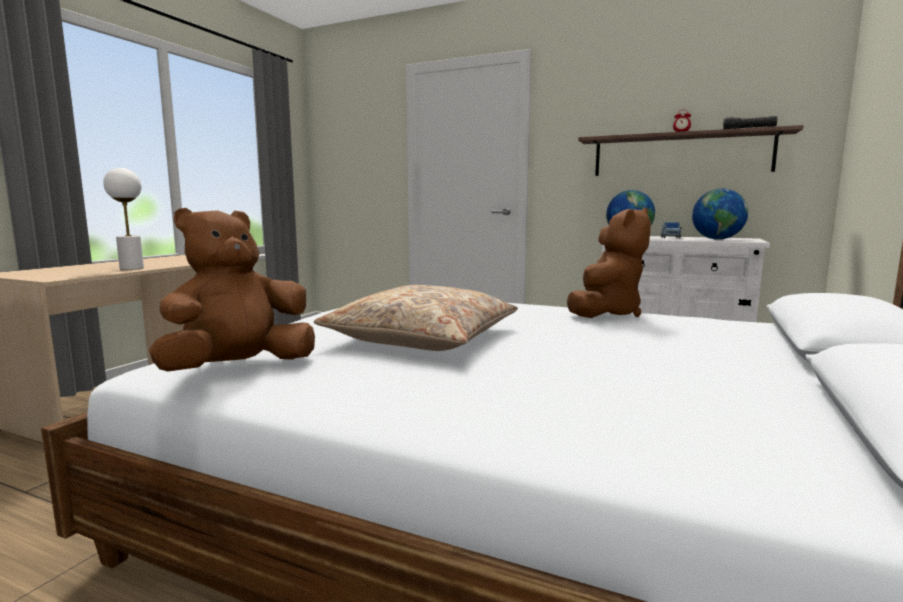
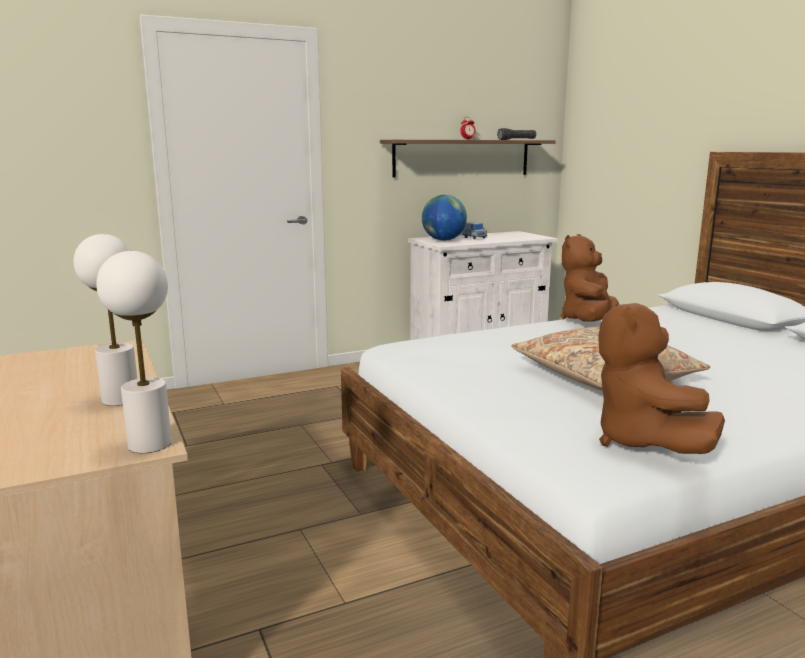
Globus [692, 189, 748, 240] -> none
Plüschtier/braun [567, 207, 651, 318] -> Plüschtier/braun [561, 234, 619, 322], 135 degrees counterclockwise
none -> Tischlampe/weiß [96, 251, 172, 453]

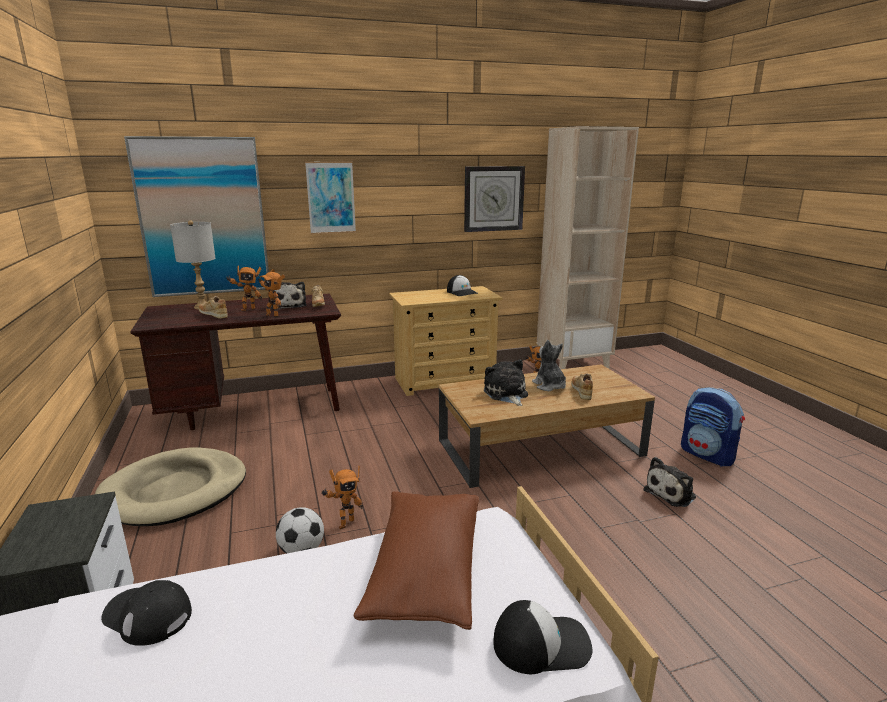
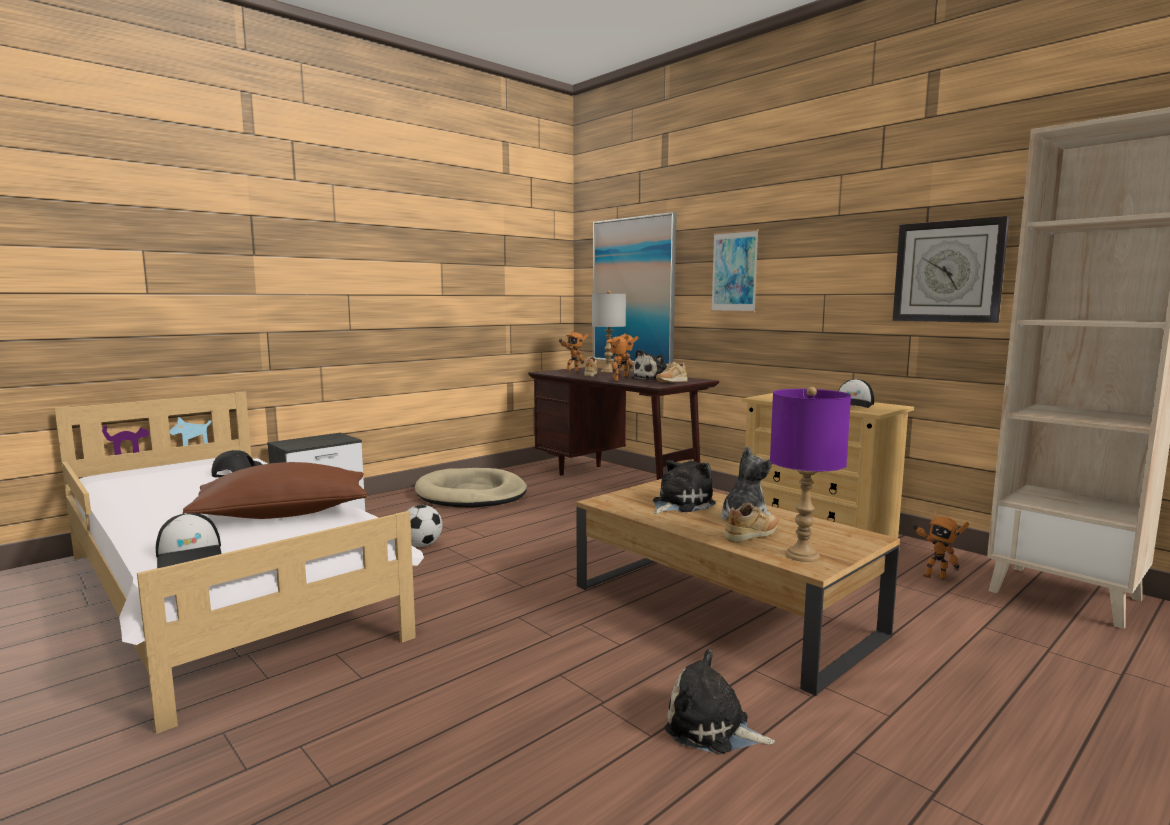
Rucksack [681, 387, 745, 466] -> none
Spielzeugroboter [321, 465, 363, 529] -> Spielzeugroboter [558, 331, 589, 372], moved
none -> Tischlampe/lila [770, 387, 851, 562]

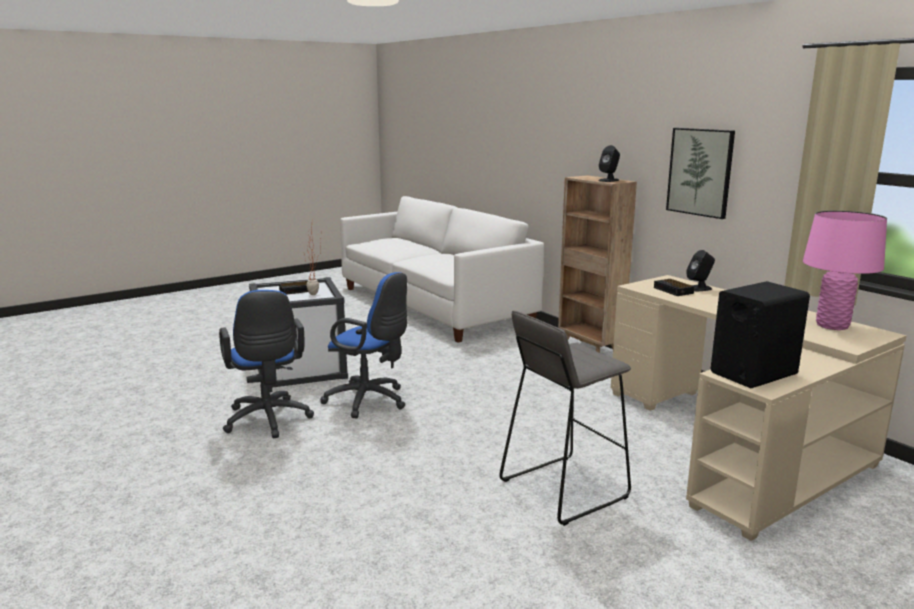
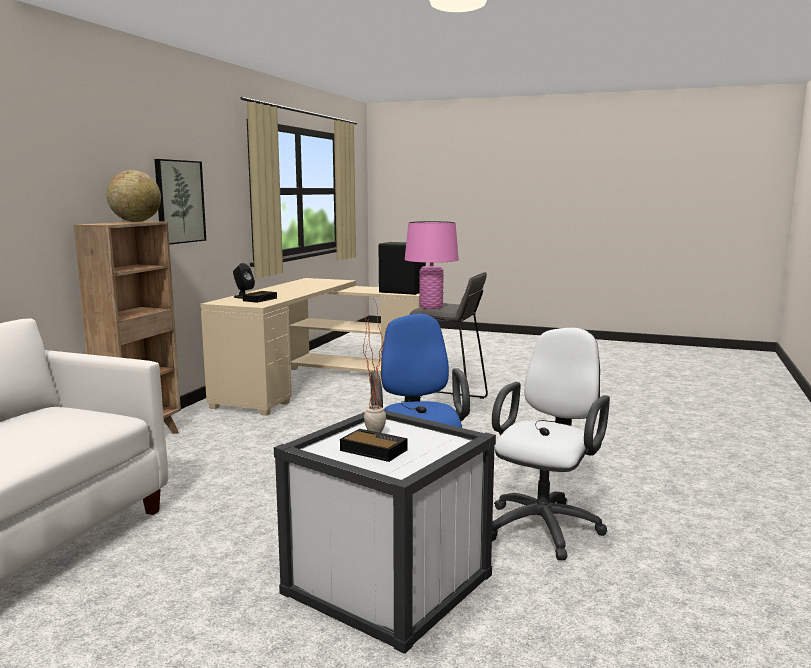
Lautsprecher/schwarz [599, 145, 620, 182] -> Globus [106, 170, 161, 222]
Tischlampe/rosa [803, 211, 887, 330] -> Tischlampe/rosa [405, 221, 459, 309], moved
Bürostuhl/blau [219, 290, 314, 438] -> Bürostuhl/weiß [492, 328, 610, 560]

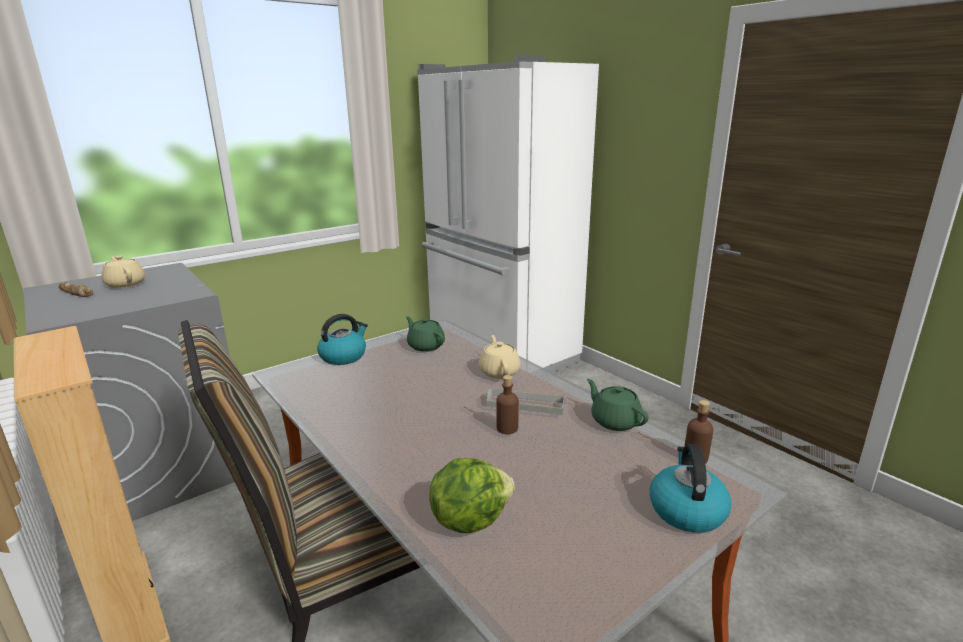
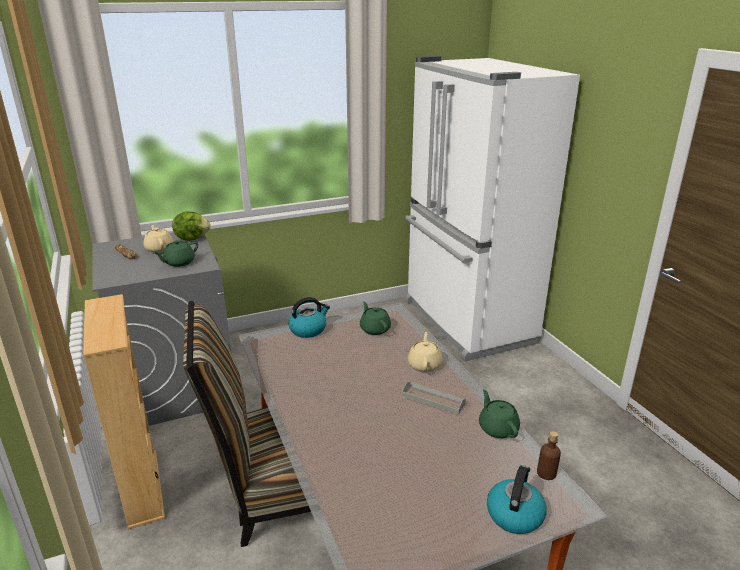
Flasche/braun [496, 375, 519, 434] -> none
Salatkopf [429, 458, 515, 533] -> Salatkopf [172, 211, 211, 241], moved
none -> Teekanne/grün [154, 240, 198, 267]

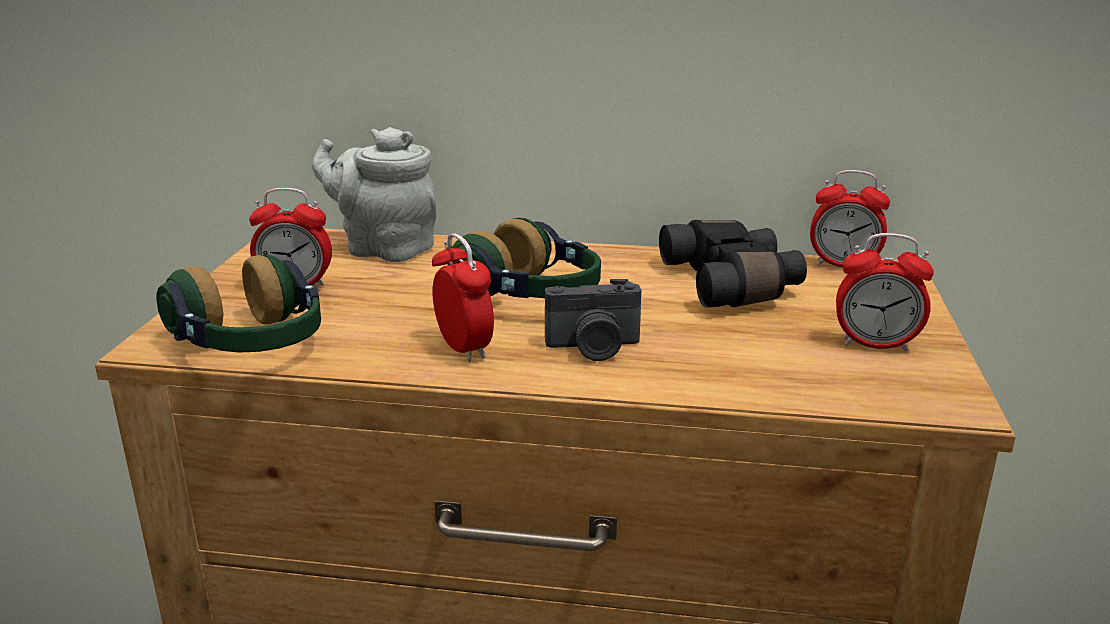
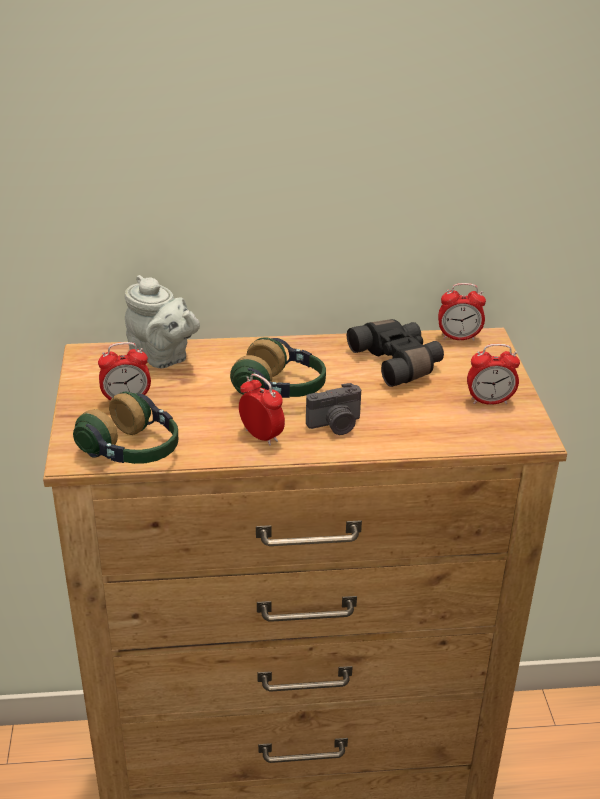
Teekanne/grau [312, 127, 437, 262] -> Teekanne/grau [125, 275, 200, 368], 150 degrees counterclockwise

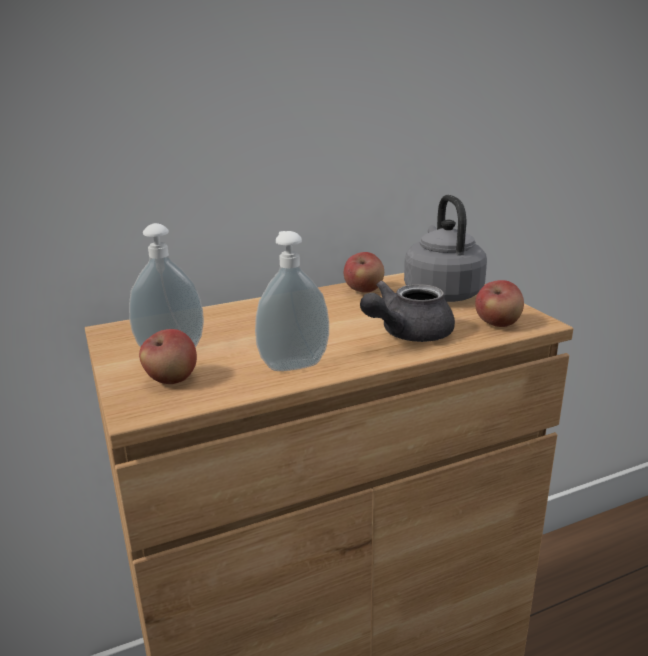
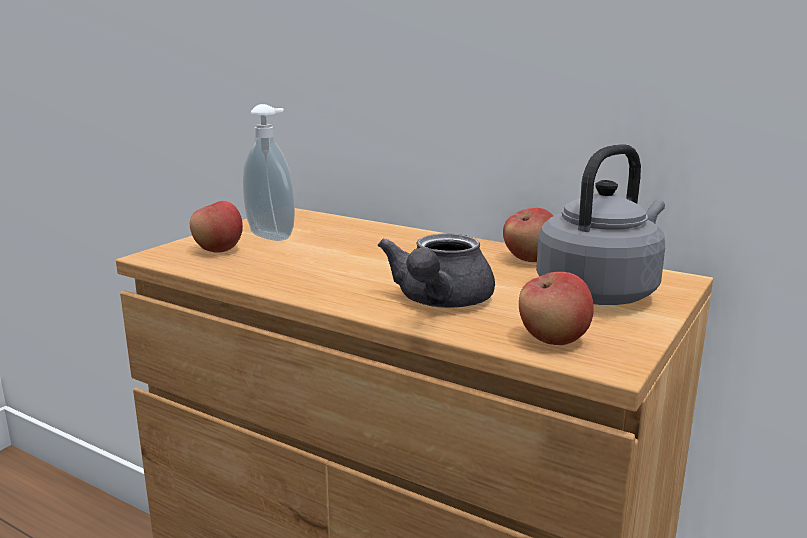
Seifenspender [255, 231, 329, 371] -> none
Teekanne/grau [360, 281, 455, 342] -> Teekanne/grau [378, 234, 495, 308], 90 degrees counterclockwise

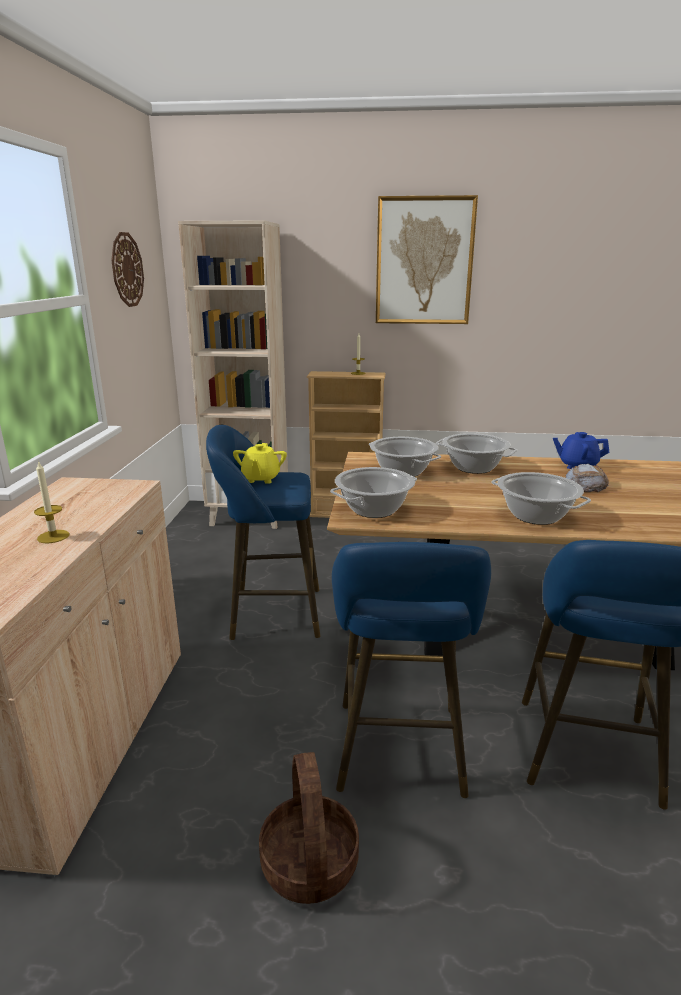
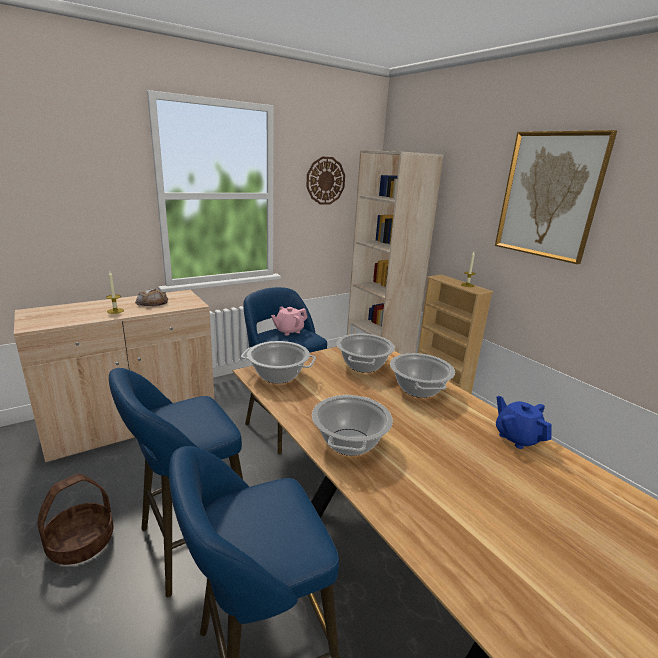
Teekanne/gelb [233, 443, 287, 484] -> Teekanne/rosa [271, 307, 308, 336]
Brot [565, 464, 609, 492] -> Brot [135, 288, 168, 307], moved

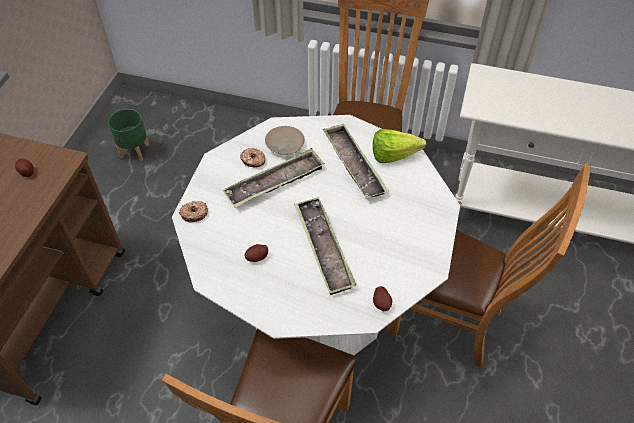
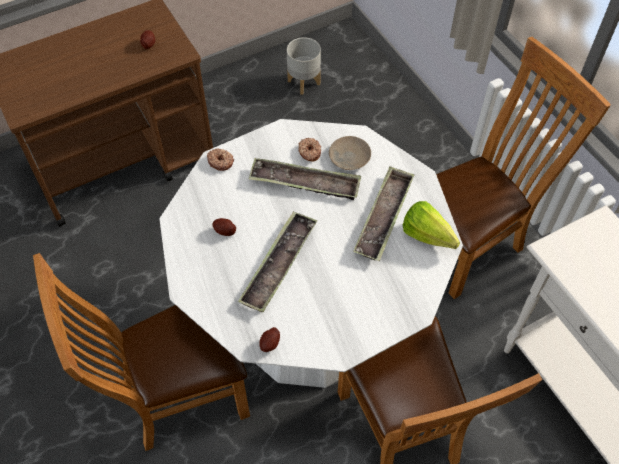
Pflanzkübel/grün [108, 109, 149, 161] -> Pflanzkübel/grau [287, 37, 321, 95]

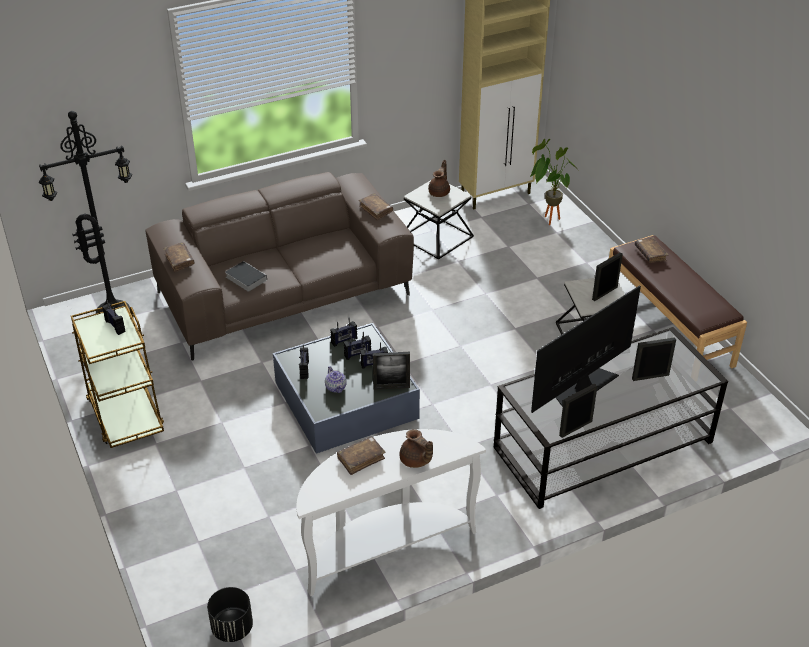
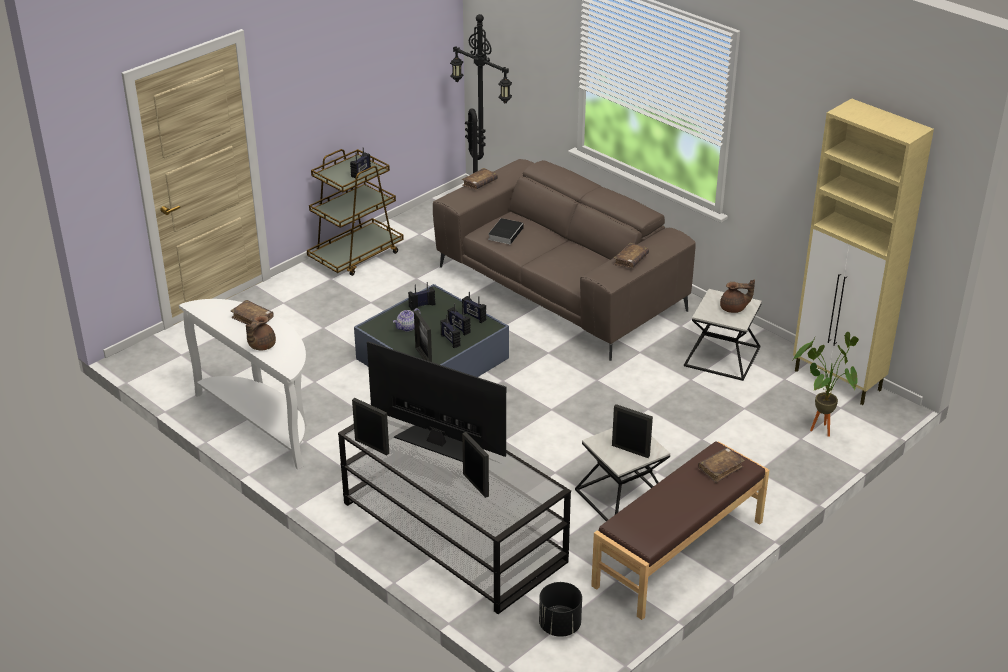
Pflanzkübel/schwarz [207, 587, 253, 642] -> Pflanzkübel/schwarz [539, 582, 582, 637], moved

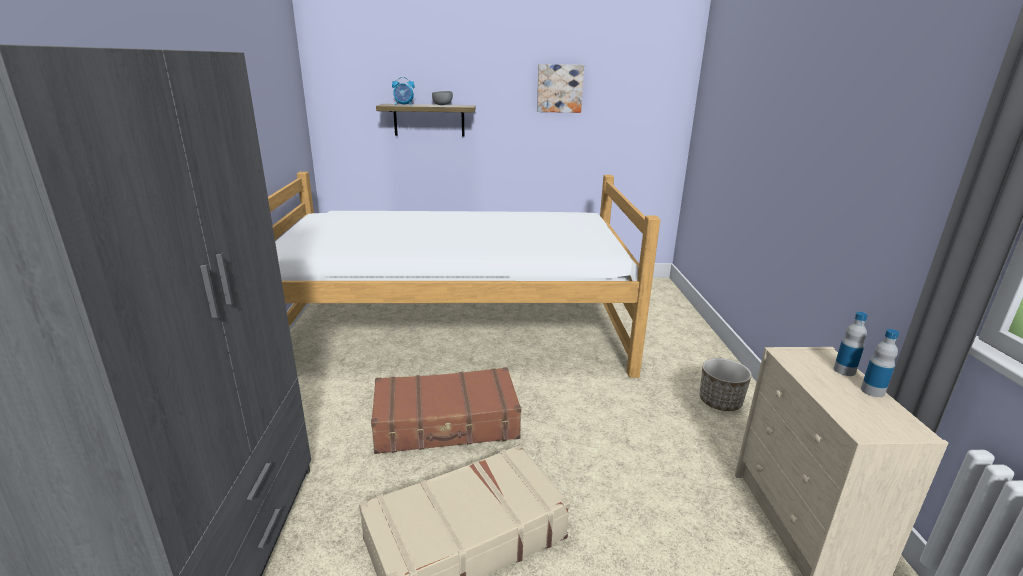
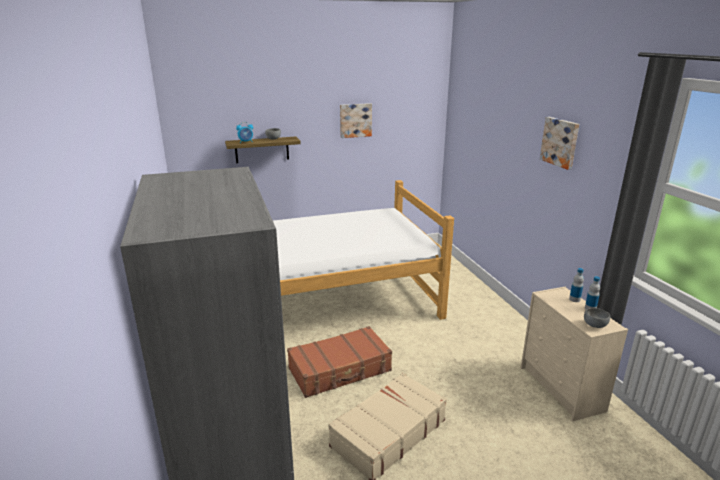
Pflanzkübel [700, 358, 752, 411] -> none
none -> Bild [540, 117, 579, 170]
none -> Schüssel/grau [584, 308, 610, 328]

